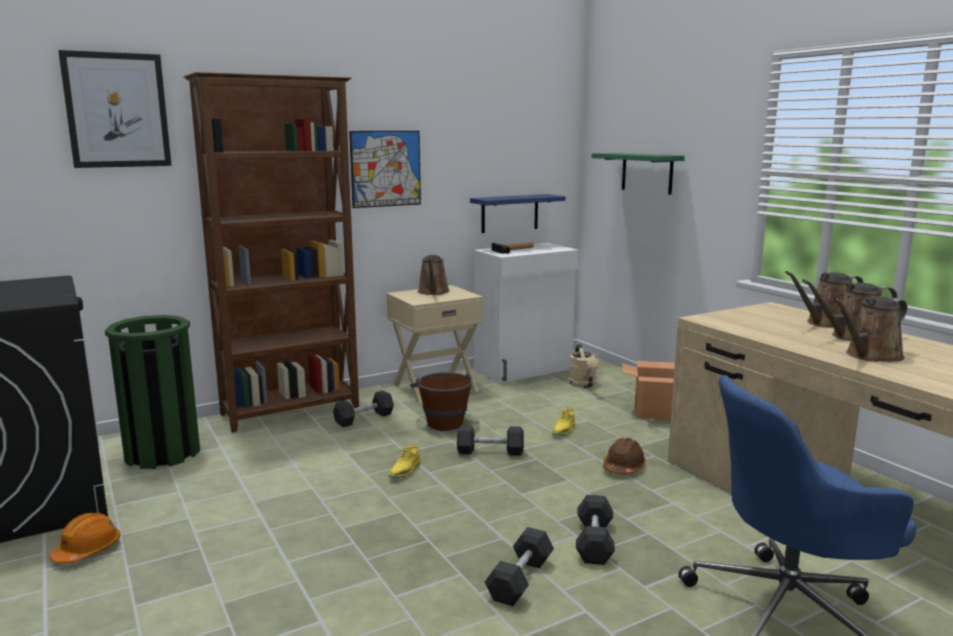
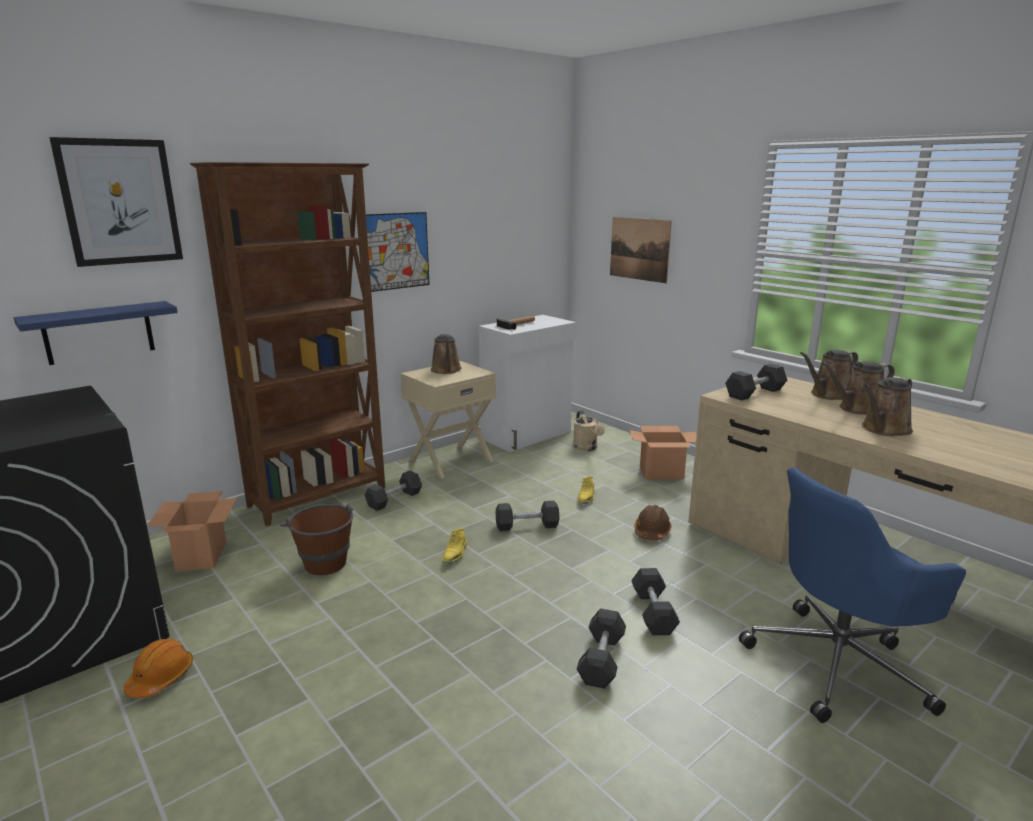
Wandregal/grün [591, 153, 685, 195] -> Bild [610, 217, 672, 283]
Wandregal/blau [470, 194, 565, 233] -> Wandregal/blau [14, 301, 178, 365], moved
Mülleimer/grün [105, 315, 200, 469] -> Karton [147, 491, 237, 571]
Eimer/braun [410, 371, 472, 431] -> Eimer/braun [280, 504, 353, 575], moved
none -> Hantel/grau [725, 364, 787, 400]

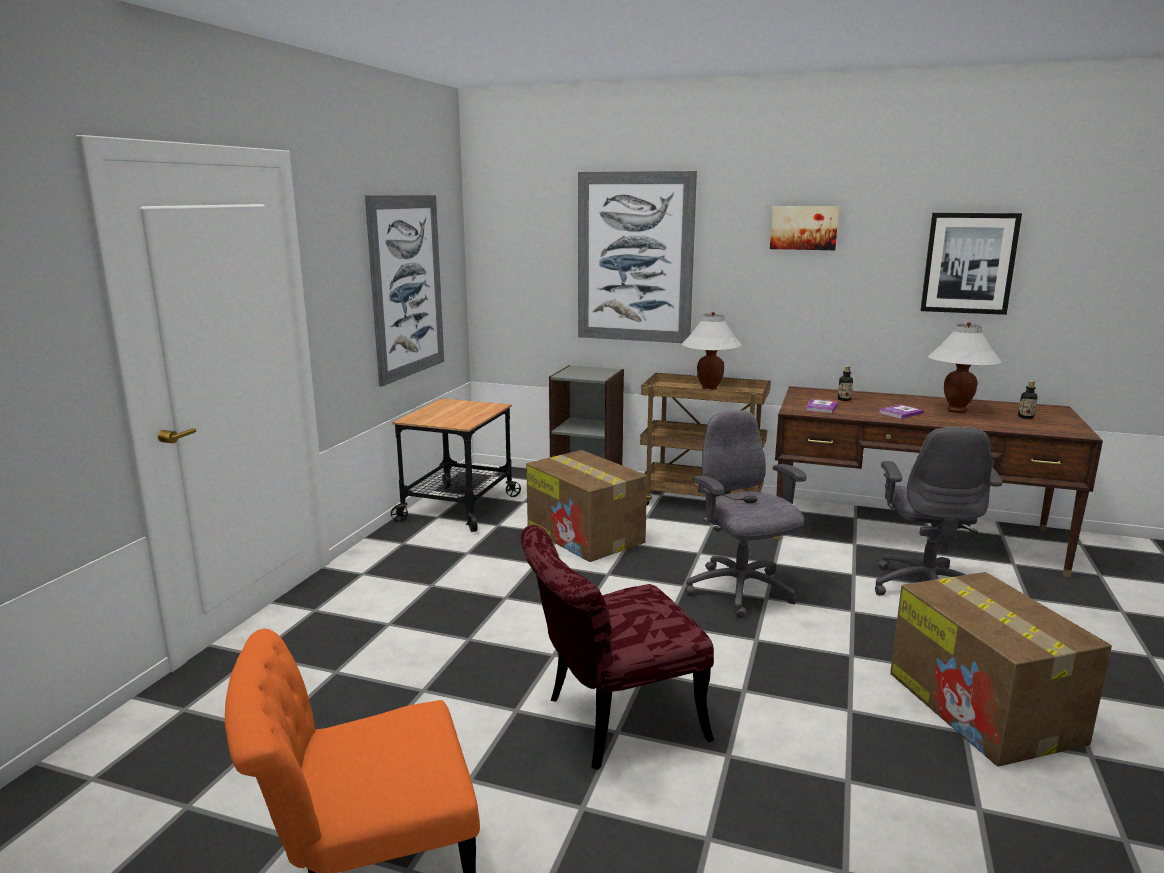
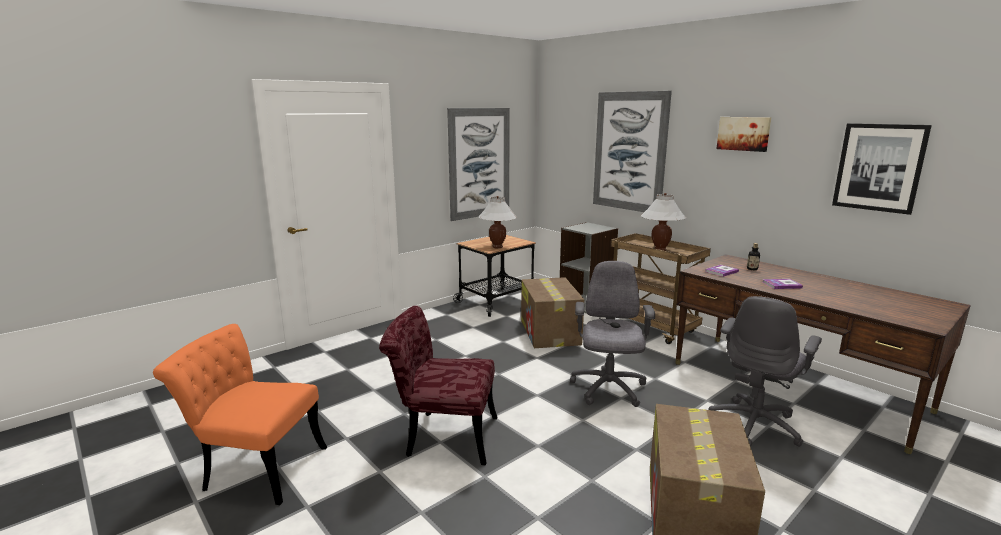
Tischlampe/weiß [928, 322, 1001, 413] -> Tischlampe/weiß [479, 196, 517, 248], moved
Flasche [1018, 381, 1037, 419] -> none

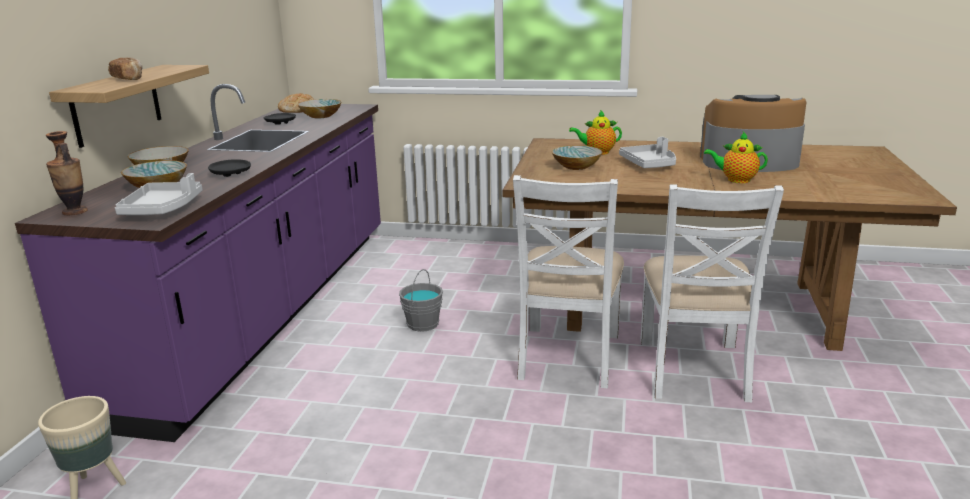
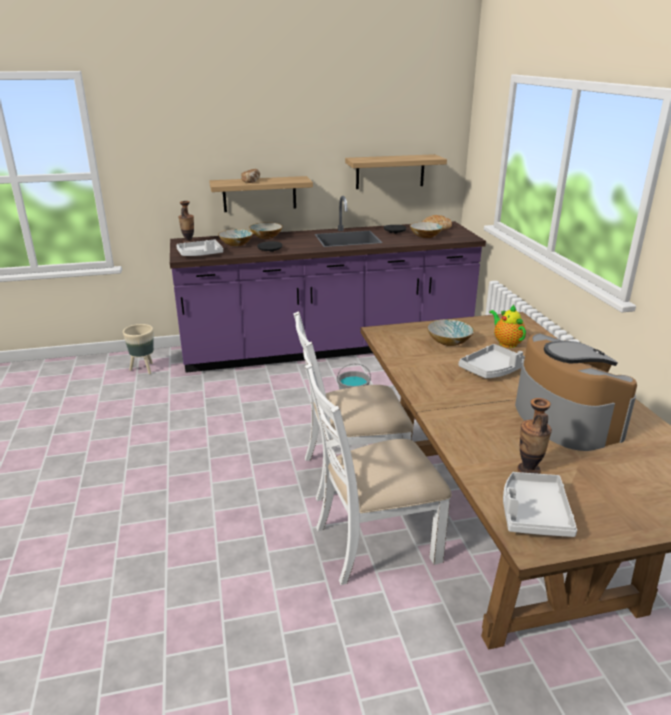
Teekanne [704, 132, 768, 183] -> none
none -> Wandregal [345, 154, 447, 189]
none -> Vase [517, 398, 552, 474]
none -> Tablett/grau [503, 472, 577, 537]

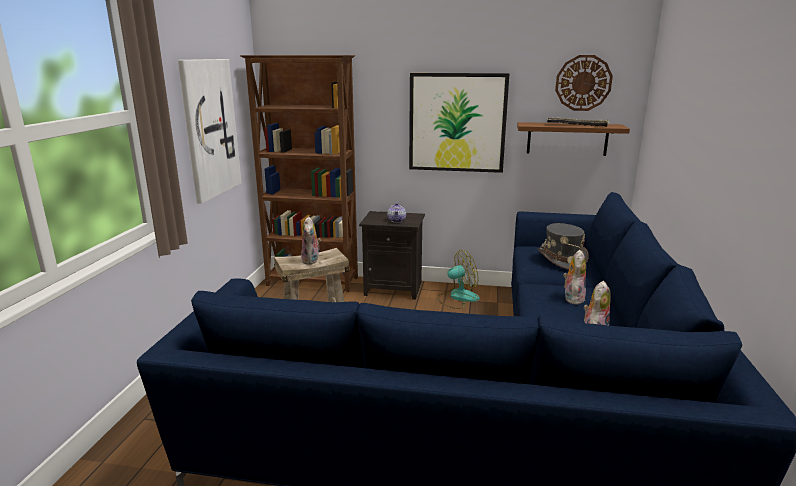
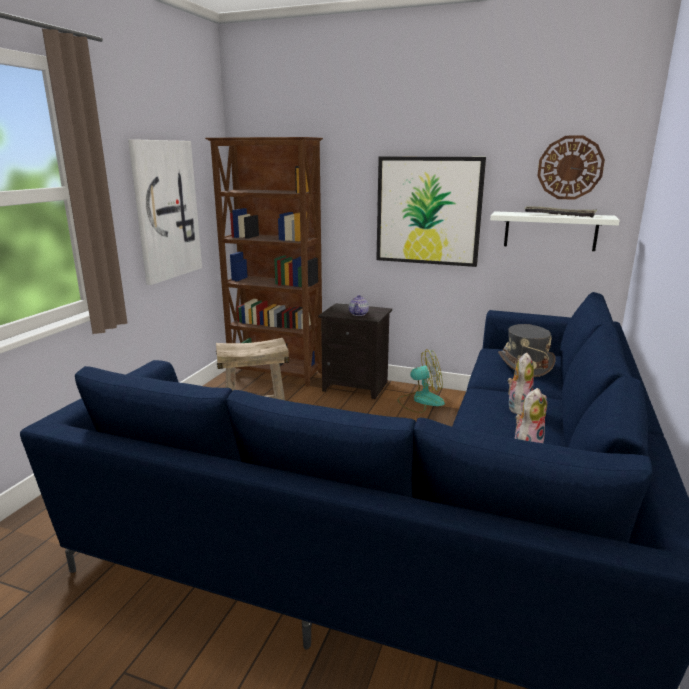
Wandregal/braun [517, 122, 630, 156] -> Wandregal/weiß [490, 211, 620, 251]
Plüschtier [301, 216, 321, 265] -> none

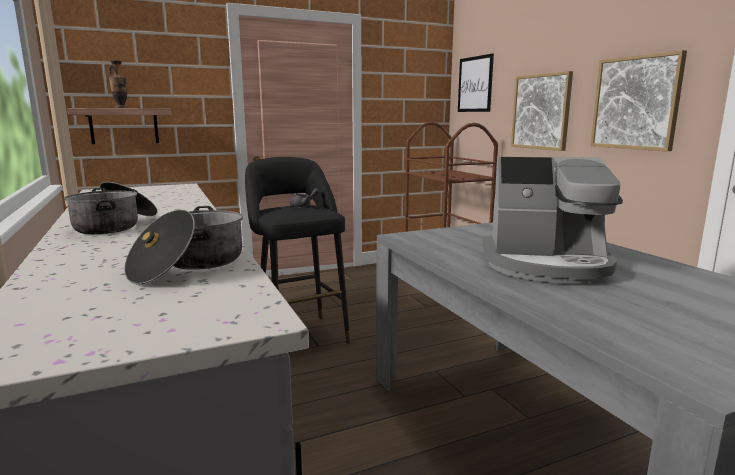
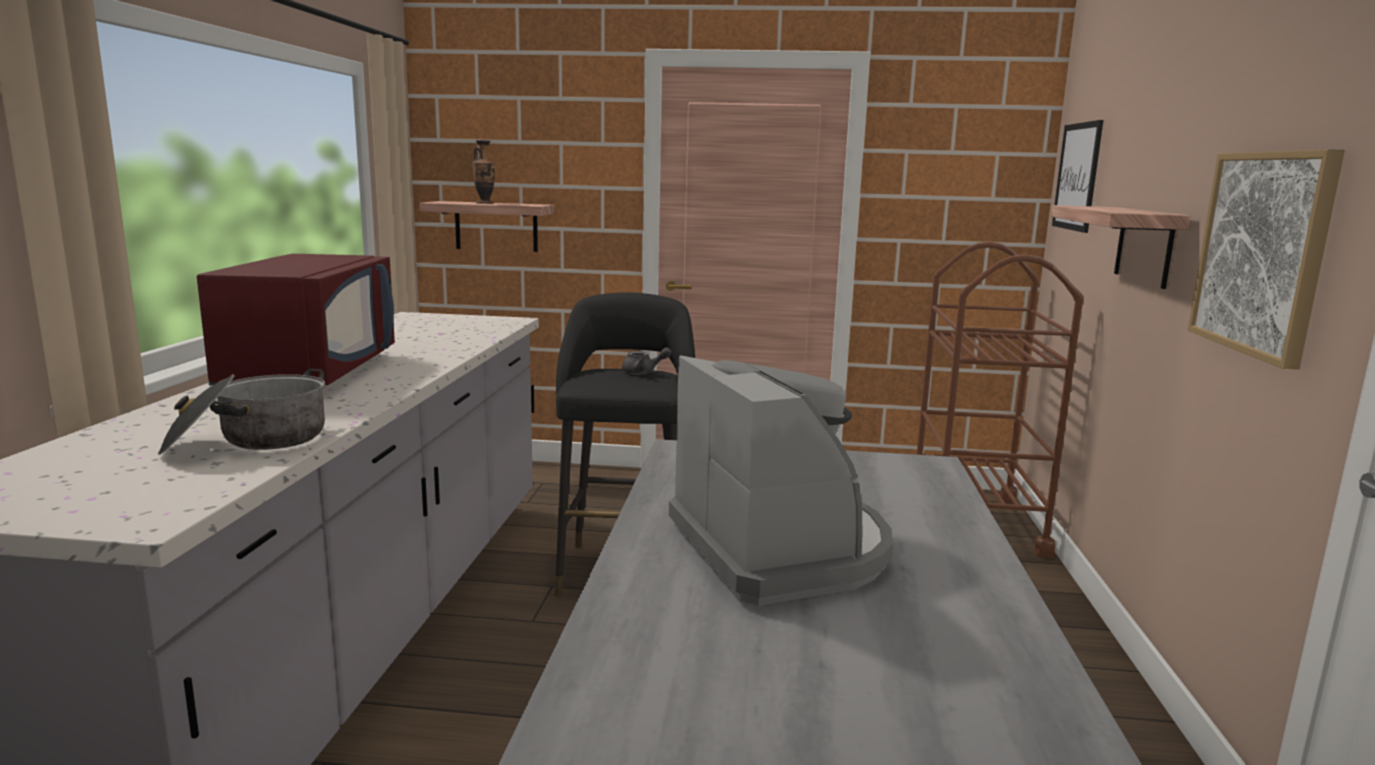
Bild [511, 71, 573, 151] -> Wandregal [1051, 205, 1190, 289]
Kaffeemaschine [482, 156, 623, 284] -> Kaffeemaschine [669, 355, 893, 606], 150 degrees counterclockwise
Kochtopf [64, 182, 157, 234] -> Mikrowelle/rot [197, 254, 395, 386]

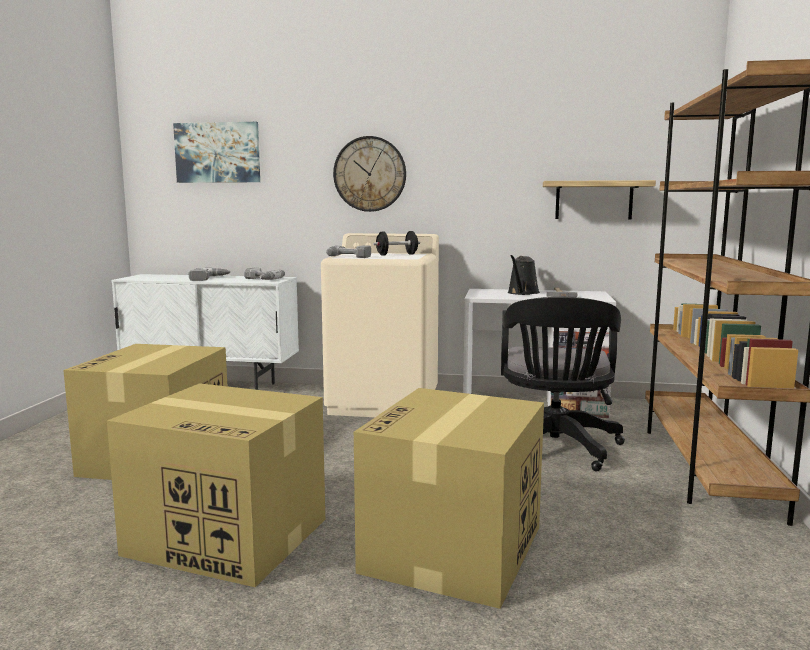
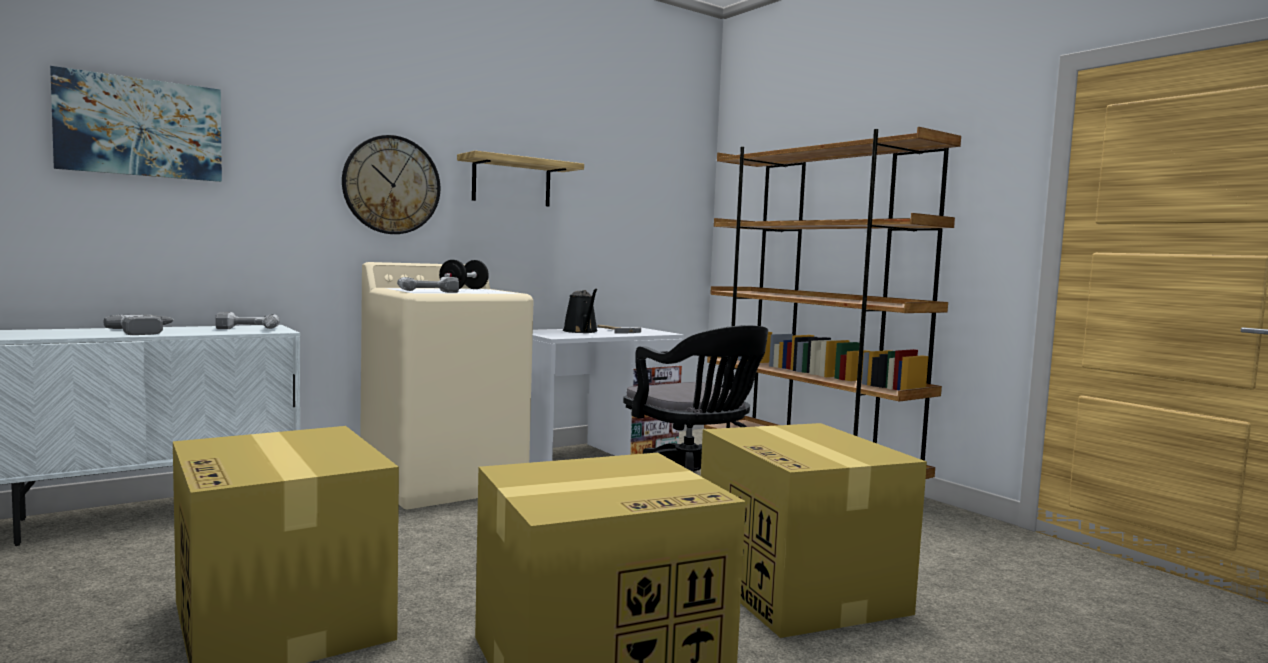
Wandregal [543, 180, 656, 219] -> Wandregal [457, 151, 584, 207], moved

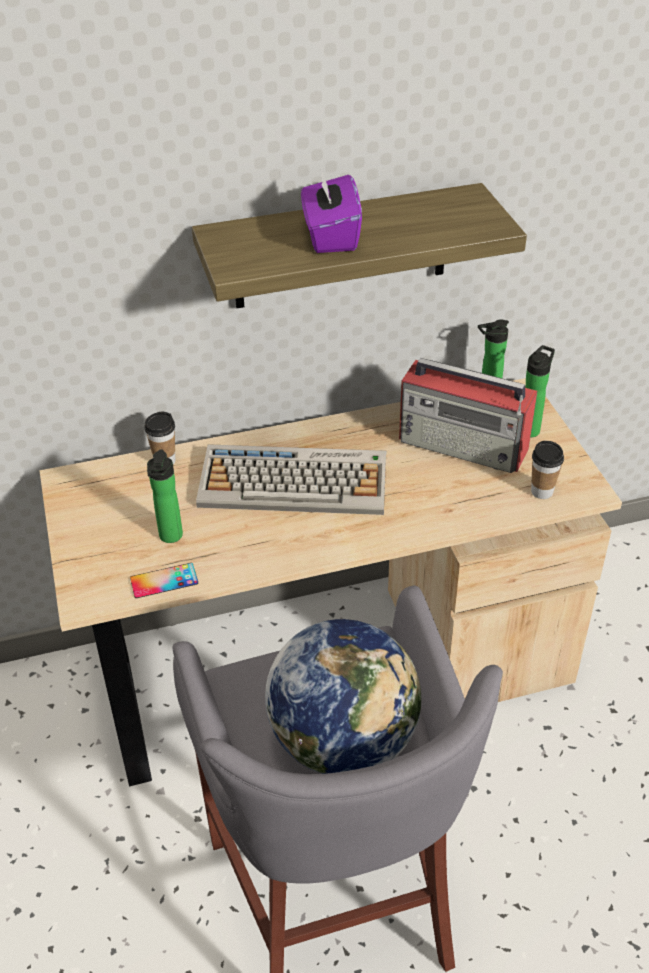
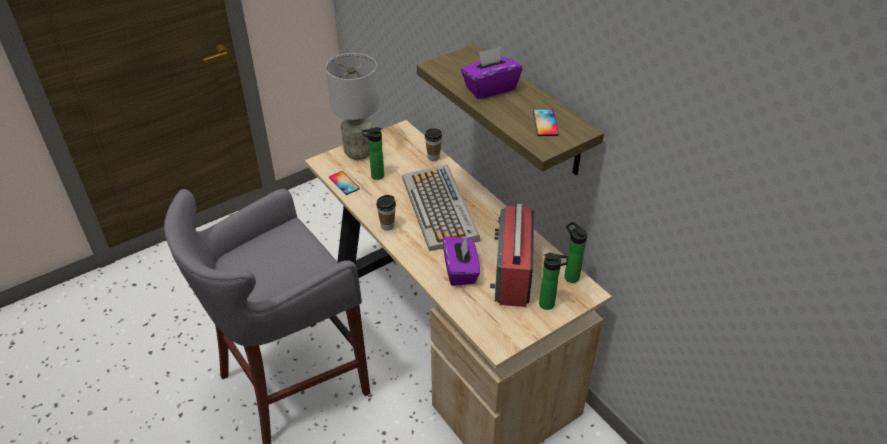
Tasse [531, 441, 564, 499] -> Tasse [376, 195, 396, 231], moved
Globus [265, 619, 421, 774] -> none
none -> Tischlampe/grau [326, 53, 379, 160]
none -> Handy [533, 109, 559, 136]
none -> Taschentuchbox/lila [443, 236, 480, 286]

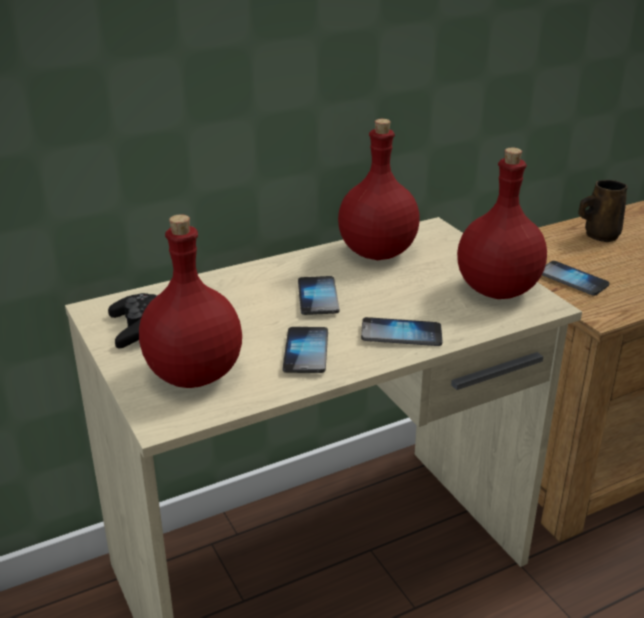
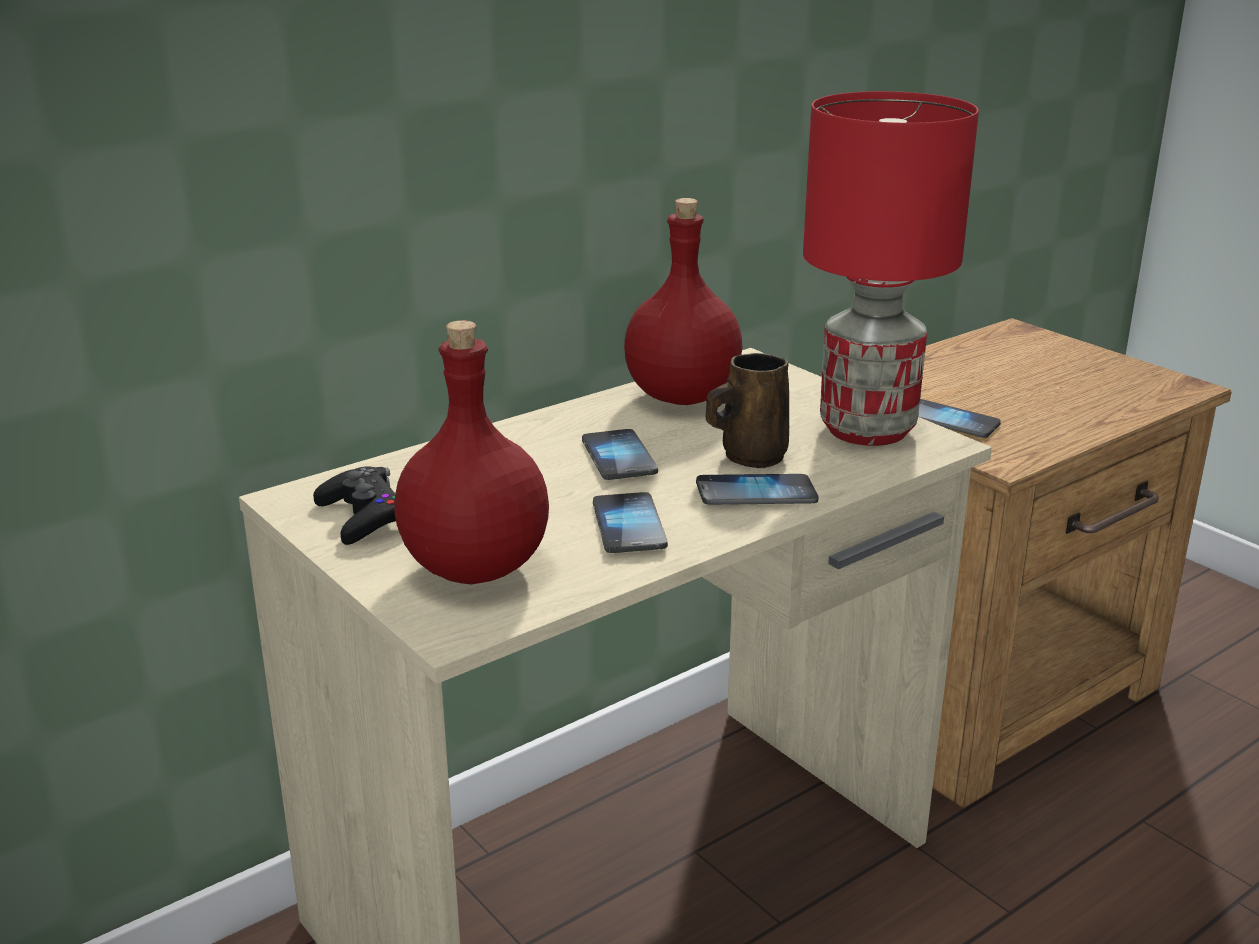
Flasche/rot [457, 148, 547, 299] -> Tischlampe/rot [803, 91, 979, 446]
Henkelbecher/braun [578, 180, 628, 242] -> Henkelbecher/braun [706, 353, 789, 468], moved

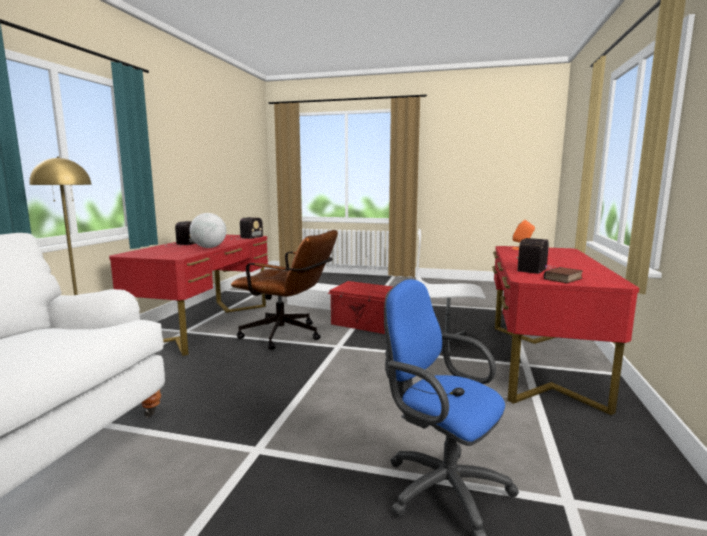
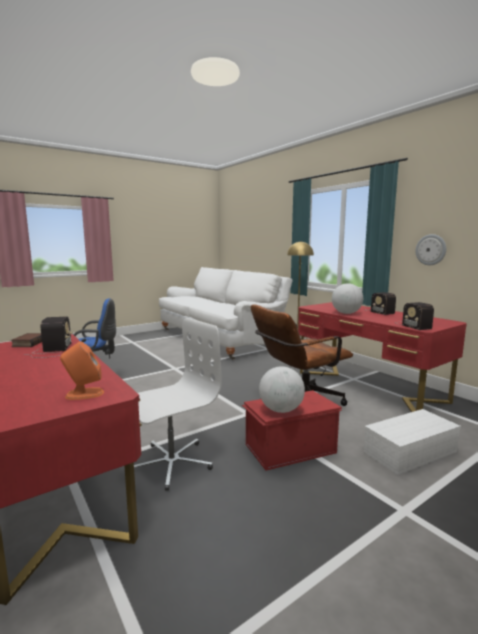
none -> Wanduhr [415, 234, 446, 265]
none -> Globus [259, 366, 305, 413]

